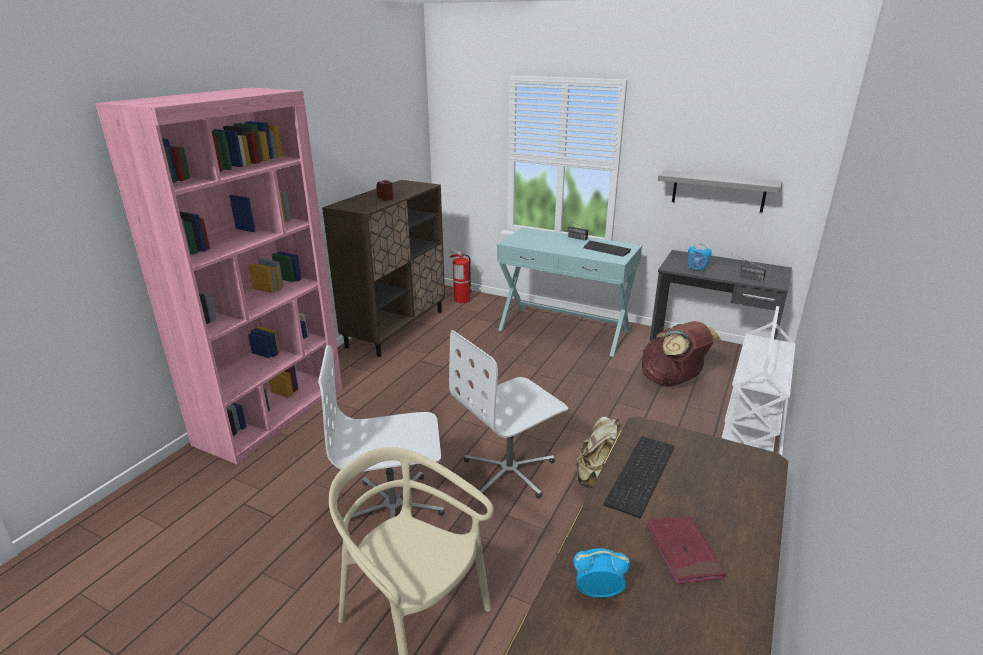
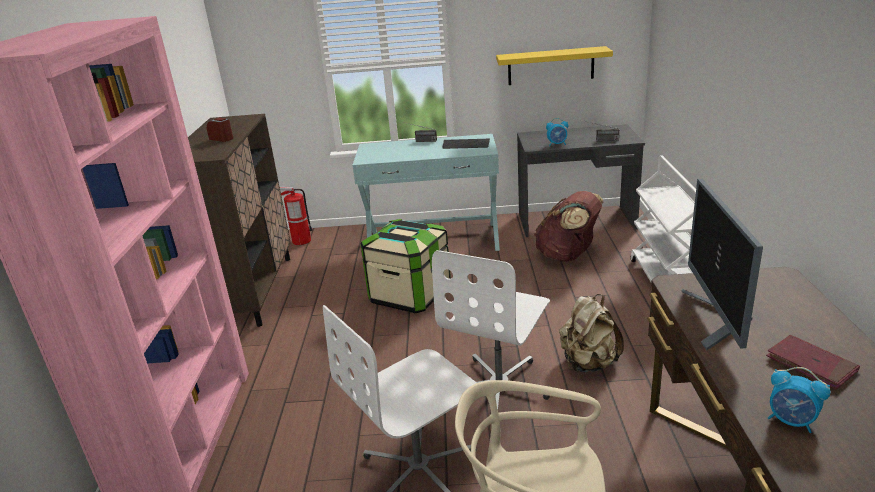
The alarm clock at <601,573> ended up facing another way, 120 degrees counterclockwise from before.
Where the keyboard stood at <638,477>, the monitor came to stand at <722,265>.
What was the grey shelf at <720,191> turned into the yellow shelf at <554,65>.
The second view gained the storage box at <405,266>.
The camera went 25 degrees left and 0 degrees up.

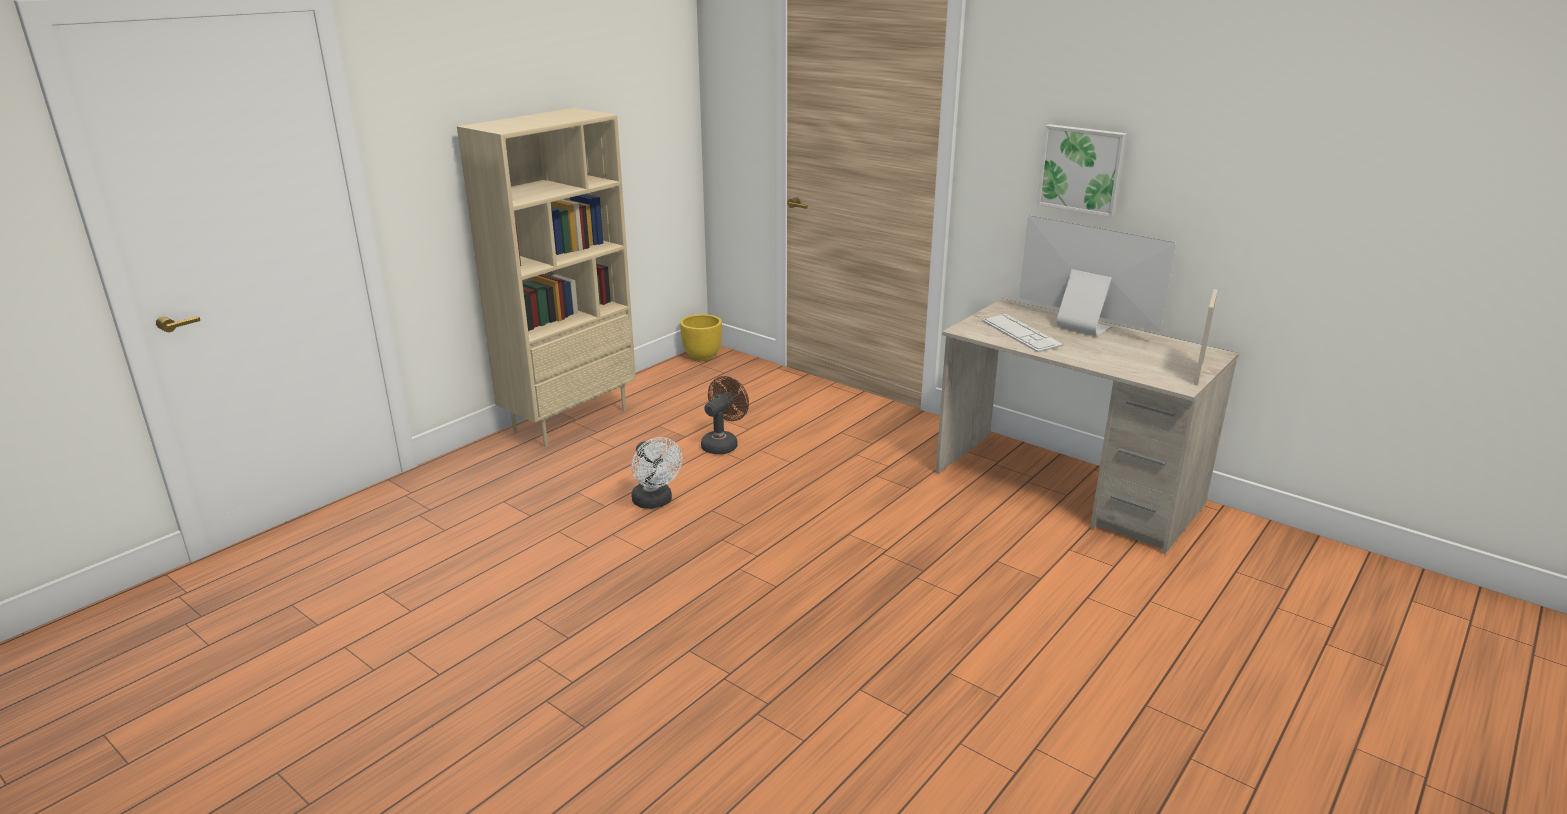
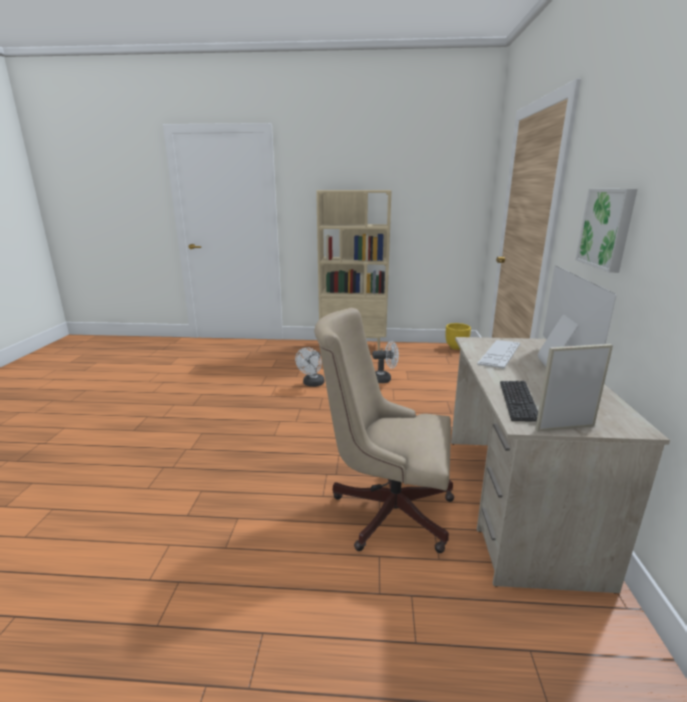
What was the brown fan at <725,415> turned into the white fan at <385,362>.
The second view gained the beige office chair at <384,430>.
The second view gained the keyboard at <519,401>.
The camera went 55 degrees right and 5 degrees down.

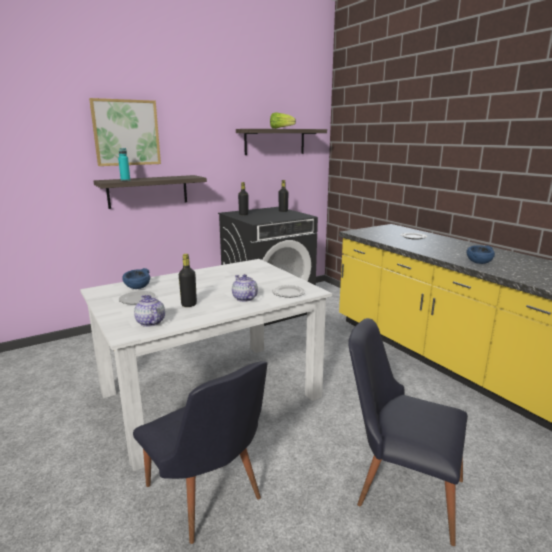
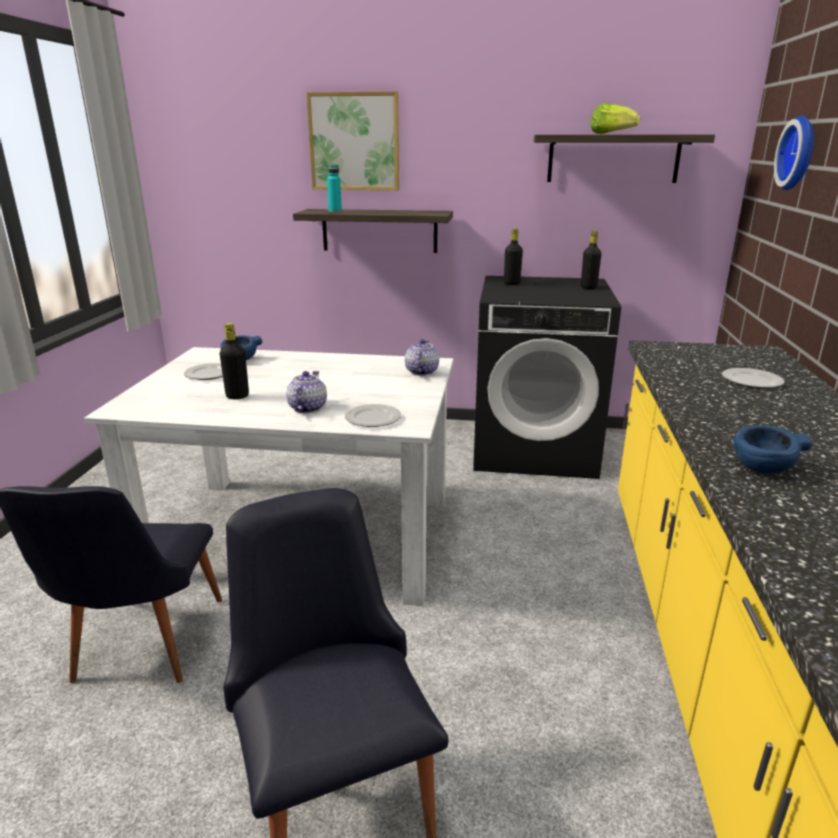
The teapot ended up elsewhere, having gone from <149,311> to <422,357>.
The second view gained the wall clock at <794,152>.
The camera went 40 degrees right and 5 degrees up.

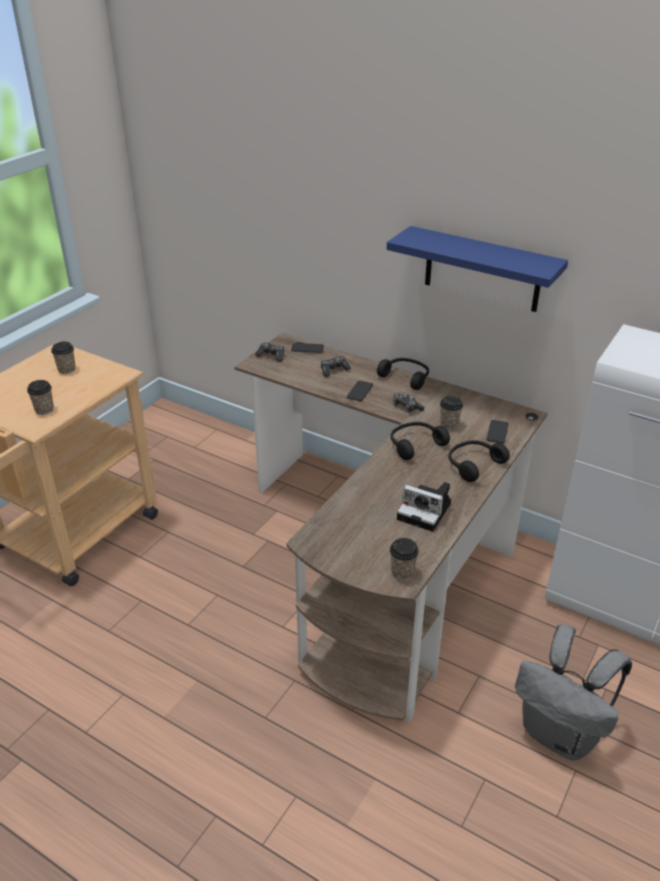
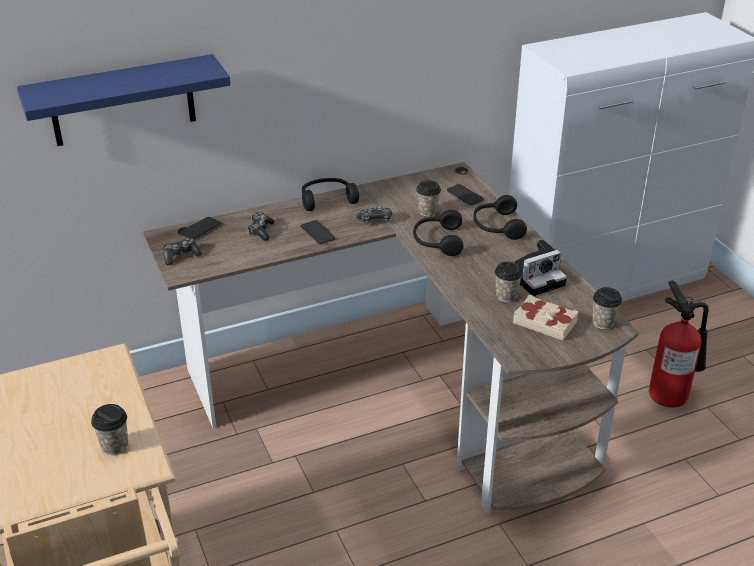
The cup ended up elsewhere, having gone from <63,358> to <509,281>.
The blue shelf ended up elsewhere, having gone from <477,269> to <123,100>.
Where the grey backpack stood at <573,692>, the fire extinguisher came to stand at <679,344>.
The second view gained the beige book at <546,317>.
The camera went 55 degrees left and 0 degrees up.

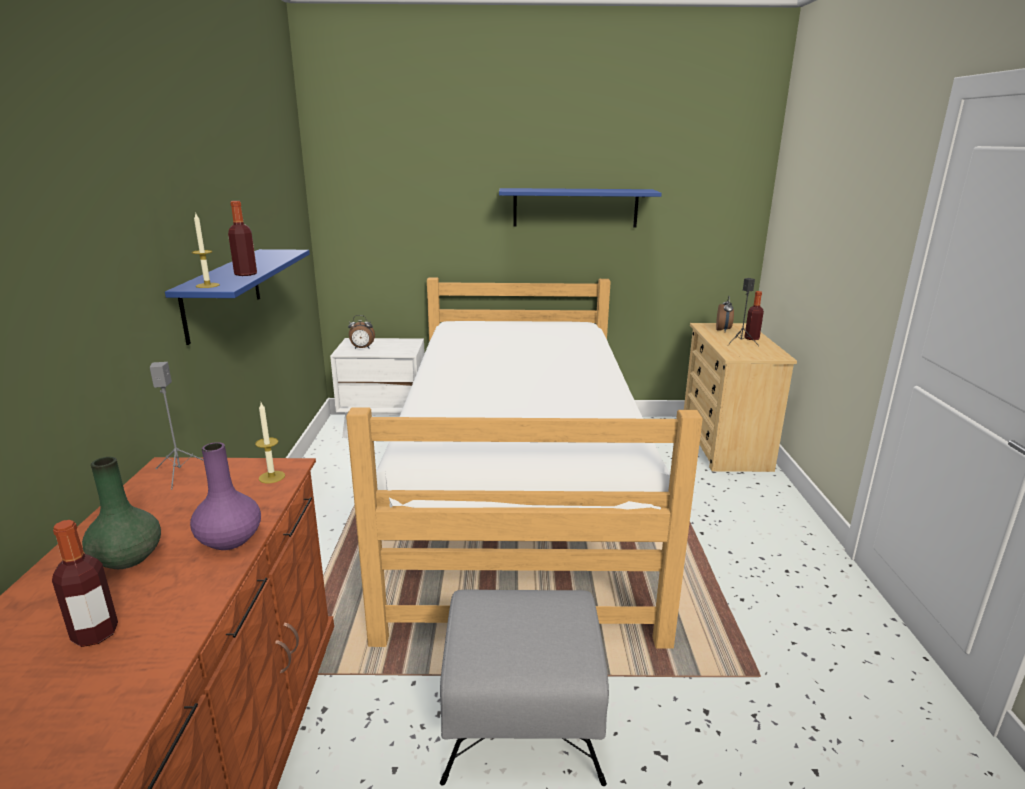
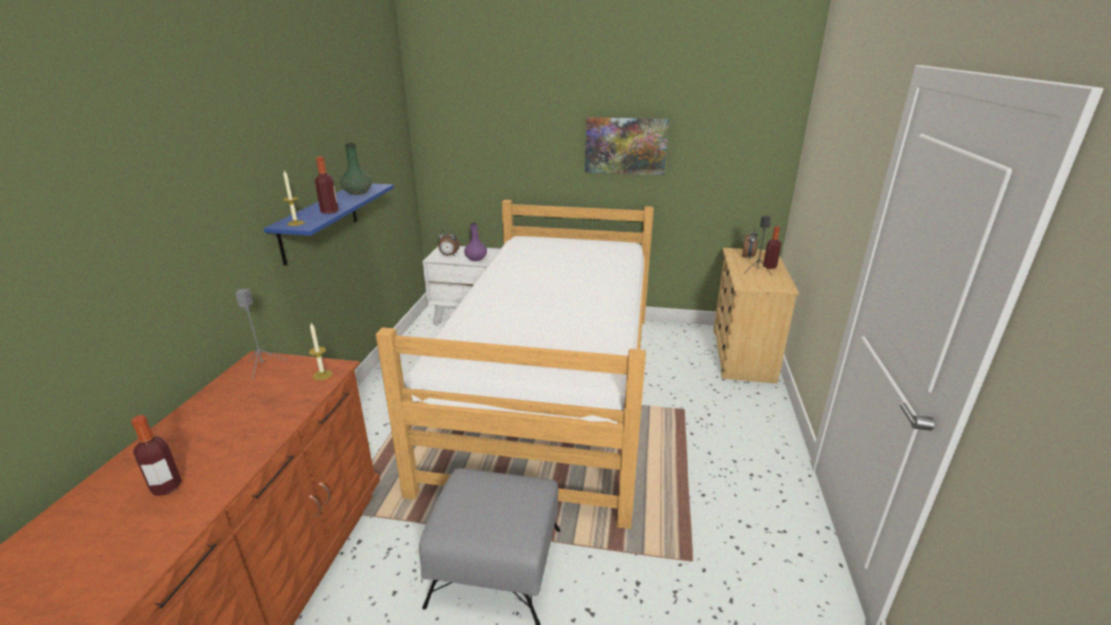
The green vase ended up elsewhere, having gone from <121,513> to <356,169>.
The purple vase ended up elsewhere, having gone from <225,496> to <475,242>.
Where the blue shelf hung at <580,207>, the picture came to hang at <627,146>.
The camera went 10 degrees right and 5 degrees up.

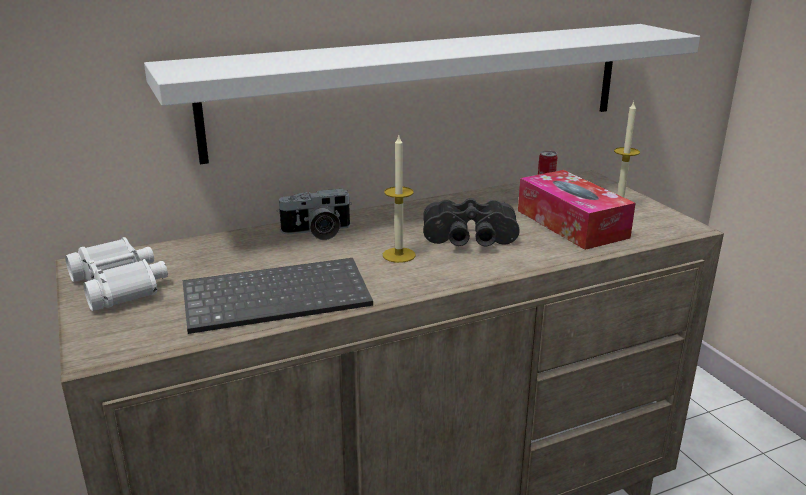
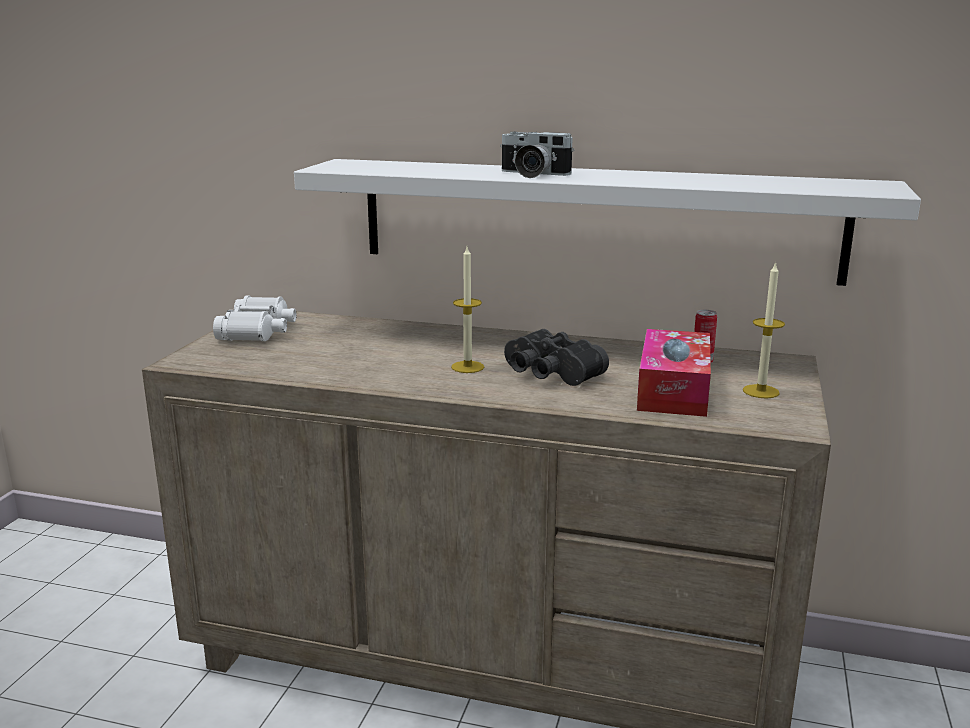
The second view lost the keyboard at <278,296>.
The photo camera ended up elsewhere, having gone from <314,214> to <537,154>.
The camera went 40 degrees right and 5 degrees down.

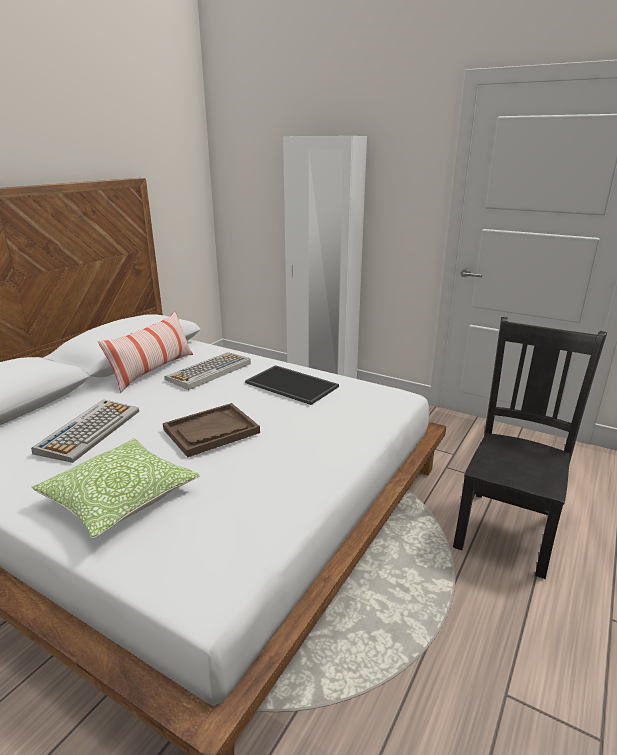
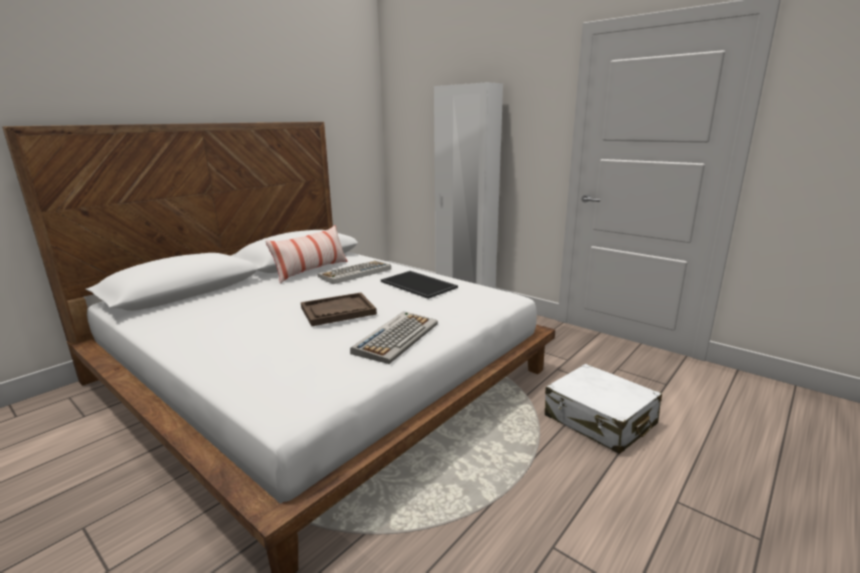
The keyboard ended up elsewhere, having gone from <85,431> to <394,337>.
The second view lost the pillow at <116,488>.
Where the black chair stood at <530,448>, the white suitcase came to stand at <603,409>.
The camera went 10 degrees right and 5 degrees down.

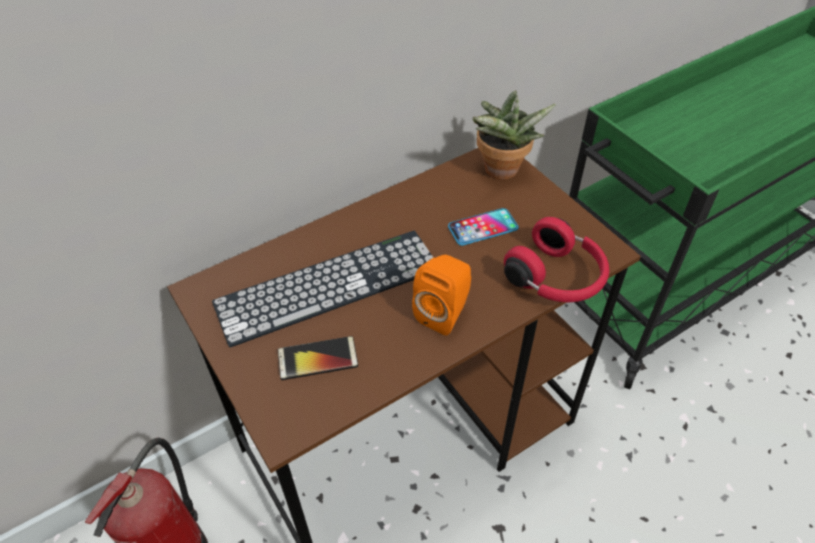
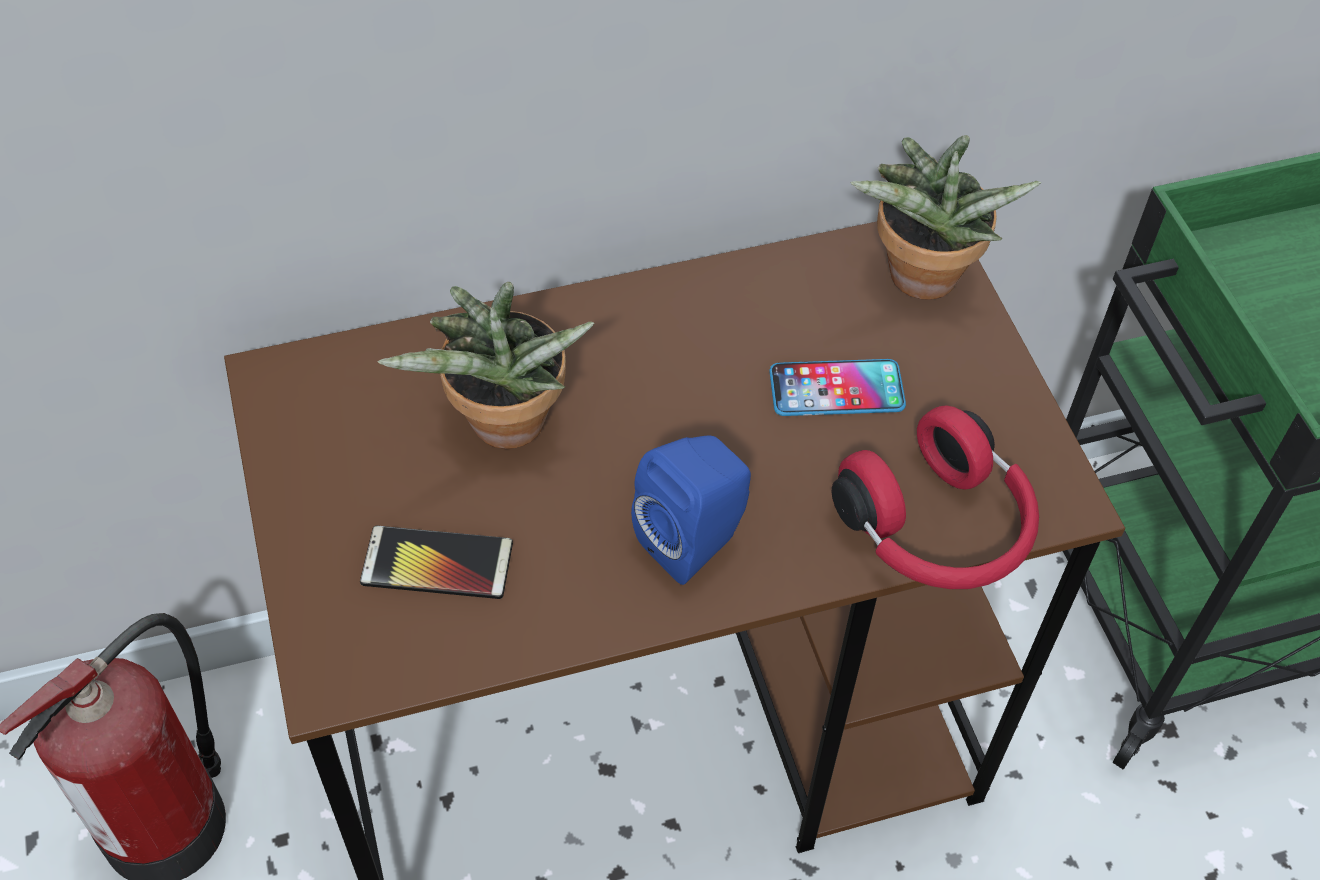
Where the keyboard stood at <323,289>, the potted plant came to stand at <485,365>.
What was the orange speaker at <441,295> turned into the blue speaker at <691,510>.
The camera went 15 degrees right and 5 degrees up.

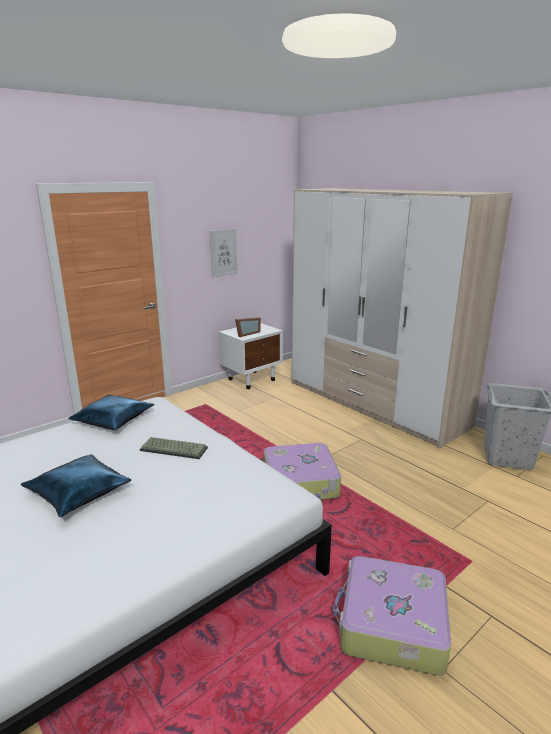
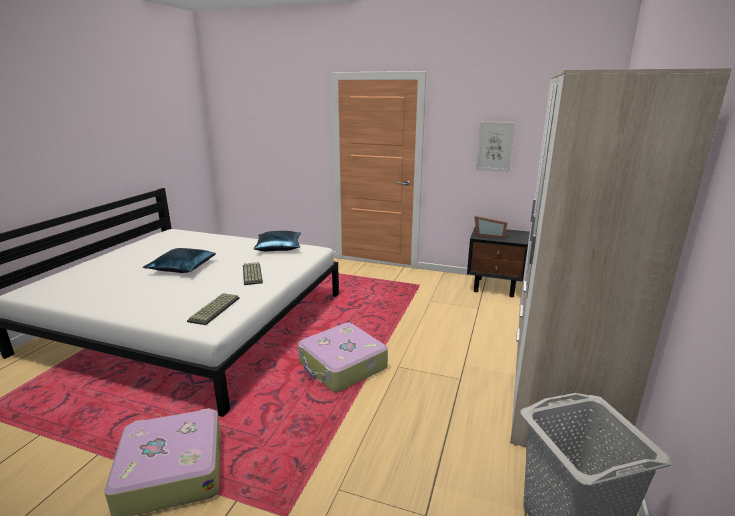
What was the white nightstand at <251,356> turned into the black nightstand at <498,261>.
The second view gained the keyboard at <213,309>.
The camera went 60 degrees right and 0 degrees up.

